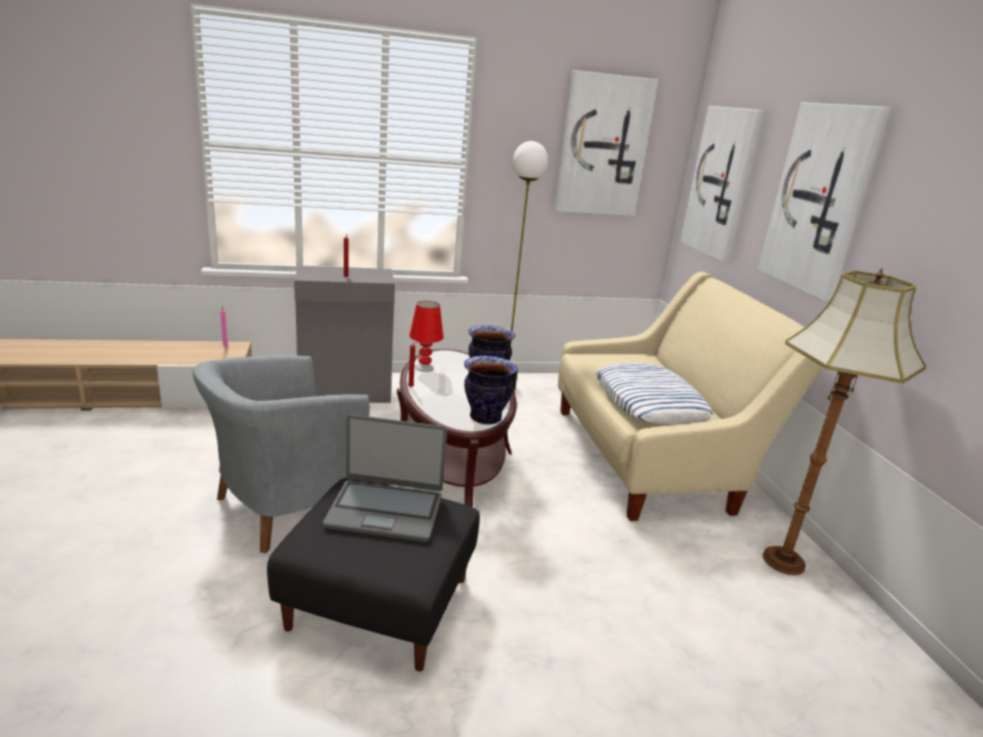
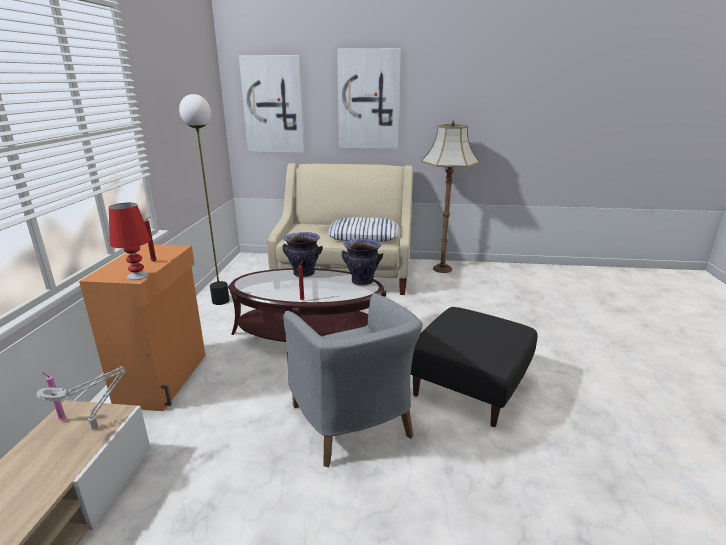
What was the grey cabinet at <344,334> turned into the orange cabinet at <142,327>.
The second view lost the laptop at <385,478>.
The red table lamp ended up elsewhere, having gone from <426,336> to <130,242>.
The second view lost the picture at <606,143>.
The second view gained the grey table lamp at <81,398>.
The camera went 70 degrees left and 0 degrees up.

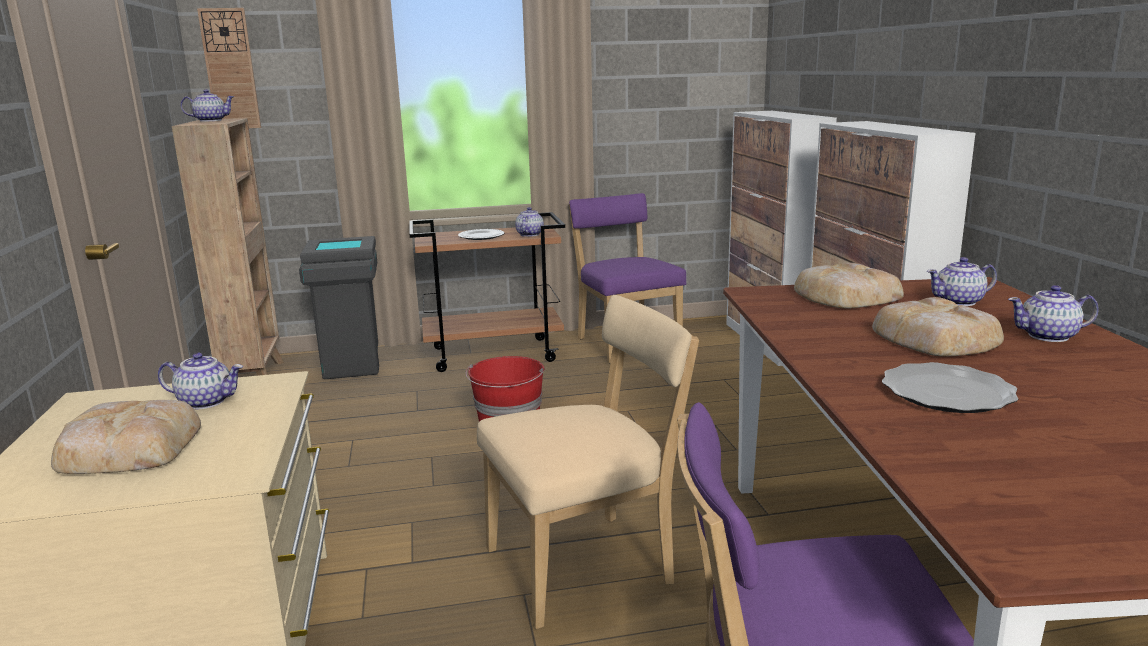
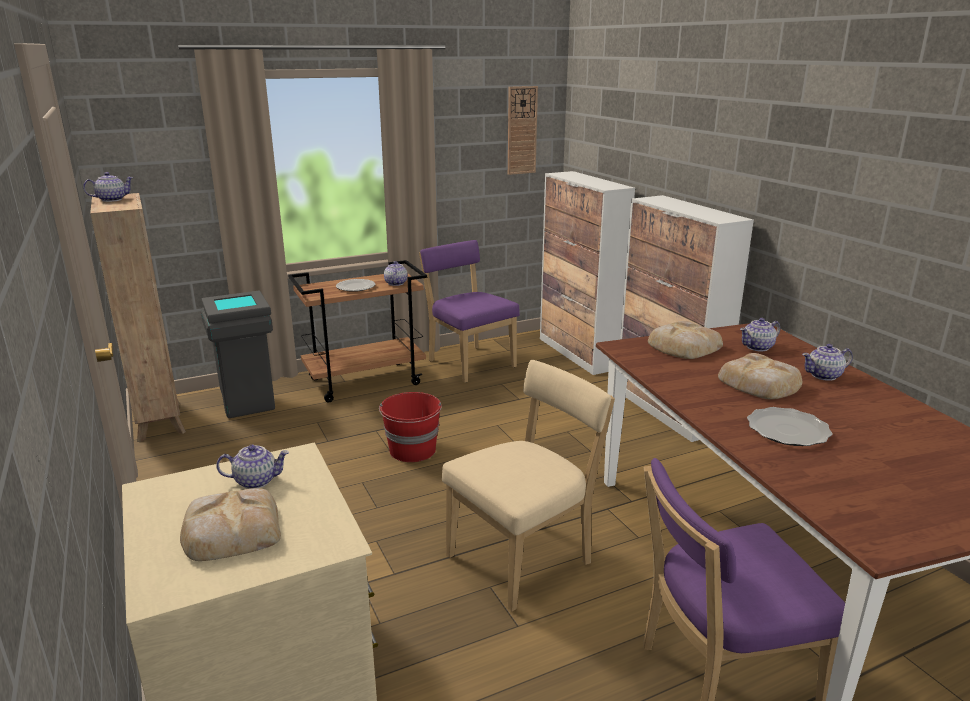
The wall clock ended up elsewhere, having gone from <229,68> to <523,130>.
The camera went 15 degrees left and 5 degrees up.

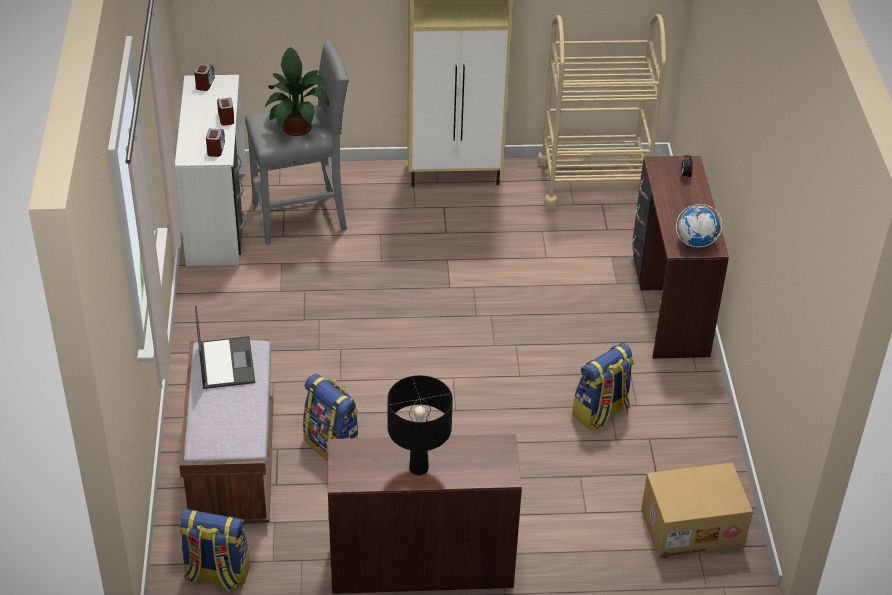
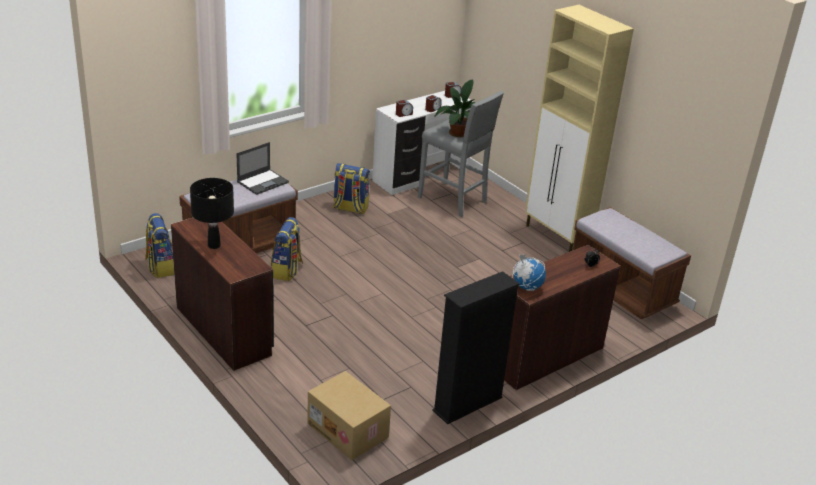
Where the beige cart stood at <601,111>, the brown bench came to stand at <631,263>.
The backpack ended up elsewhere, having gone from <603,387> to <351,188>.
The second view gained the black bookcase at <476,347>.
The camera went 55 degrees right and 10 degrees down.

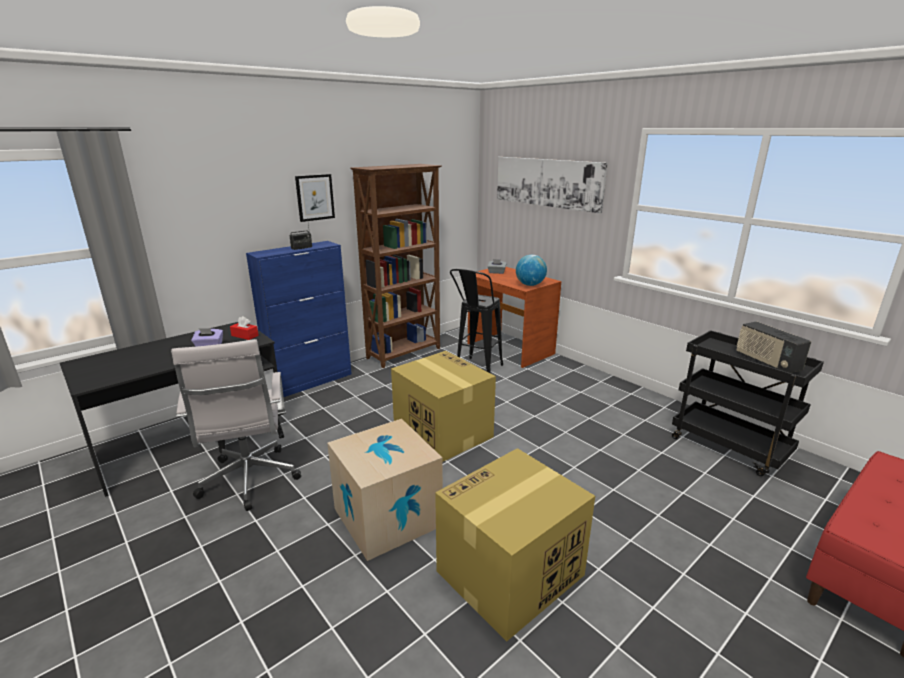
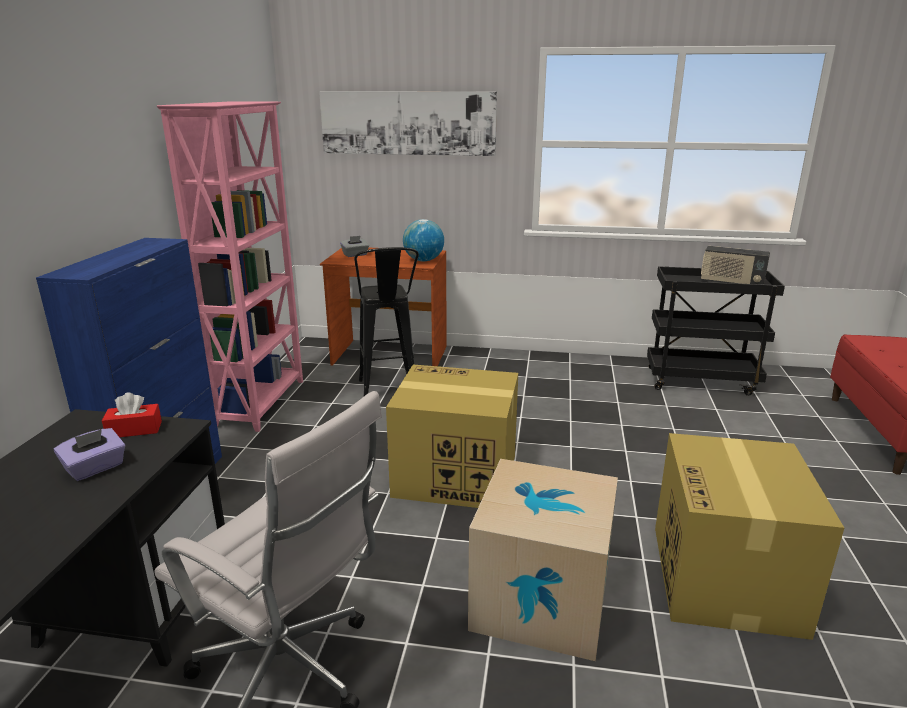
The second view lost the radio at <301,237>.
The second view lost the picture at <315,198>.
What was the brown bookcase at <396,266> turned into the pink bookcase at <230,266>.
The camera went 40 degrees left and 0 degrees up.

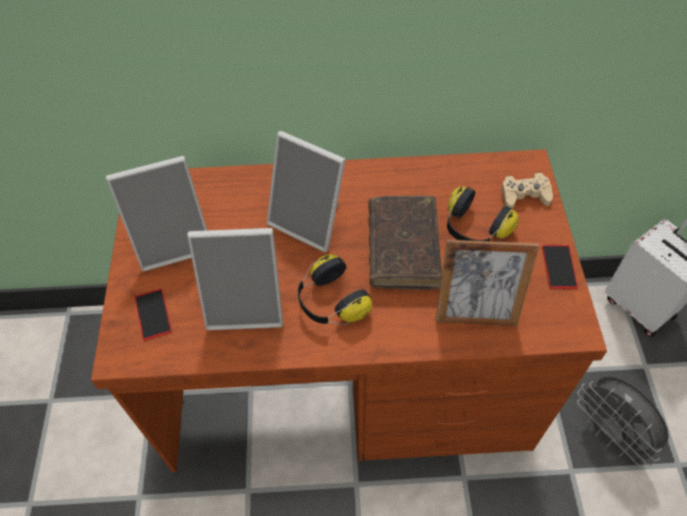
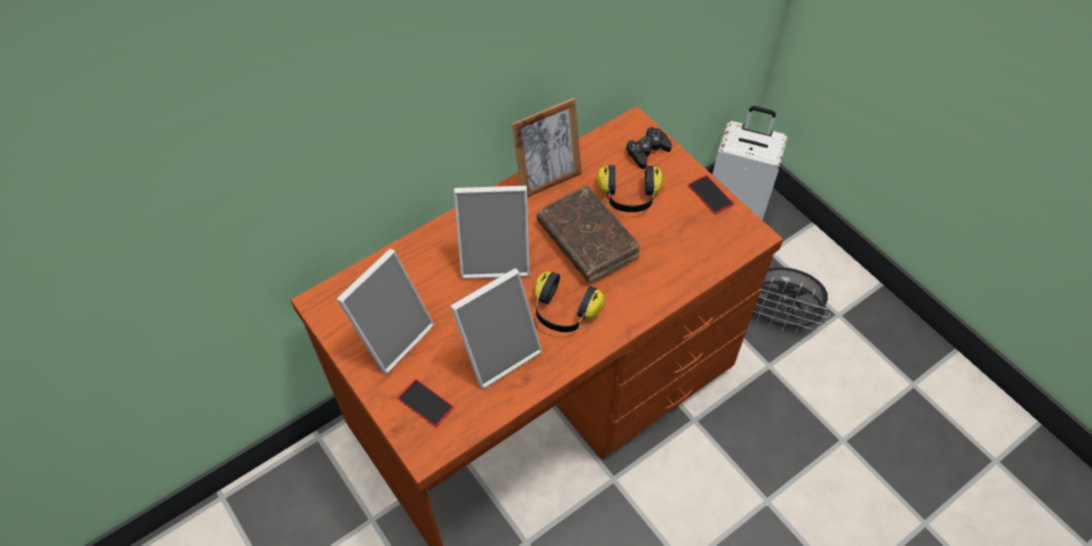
The picture frame ended up elsewhere, having gone from <487,283> to <546,148>.
What was the beige game controller at <527,190> turned into the black game controller at <649,148>.
The camera went 35 degrees left and 0 degrees up.

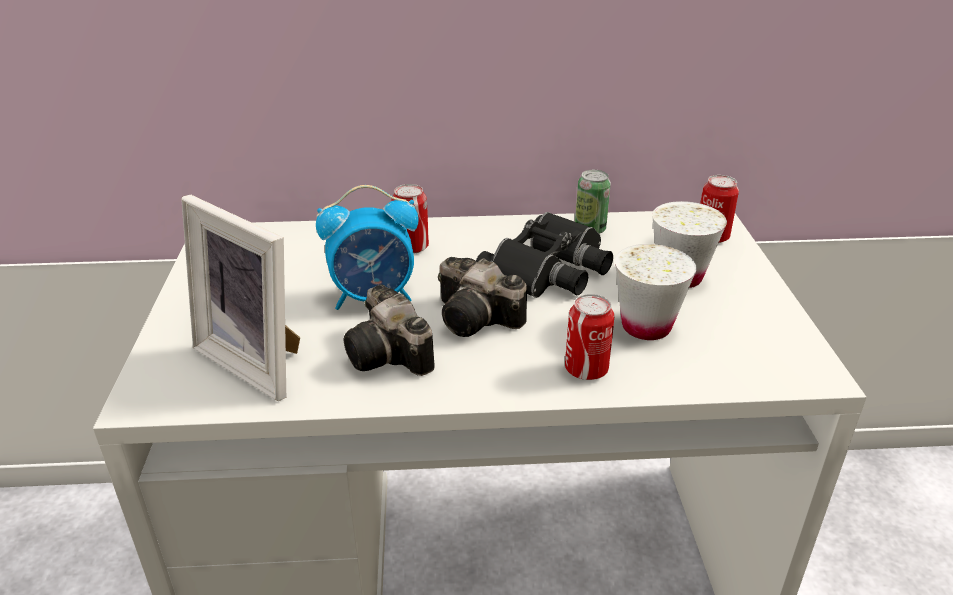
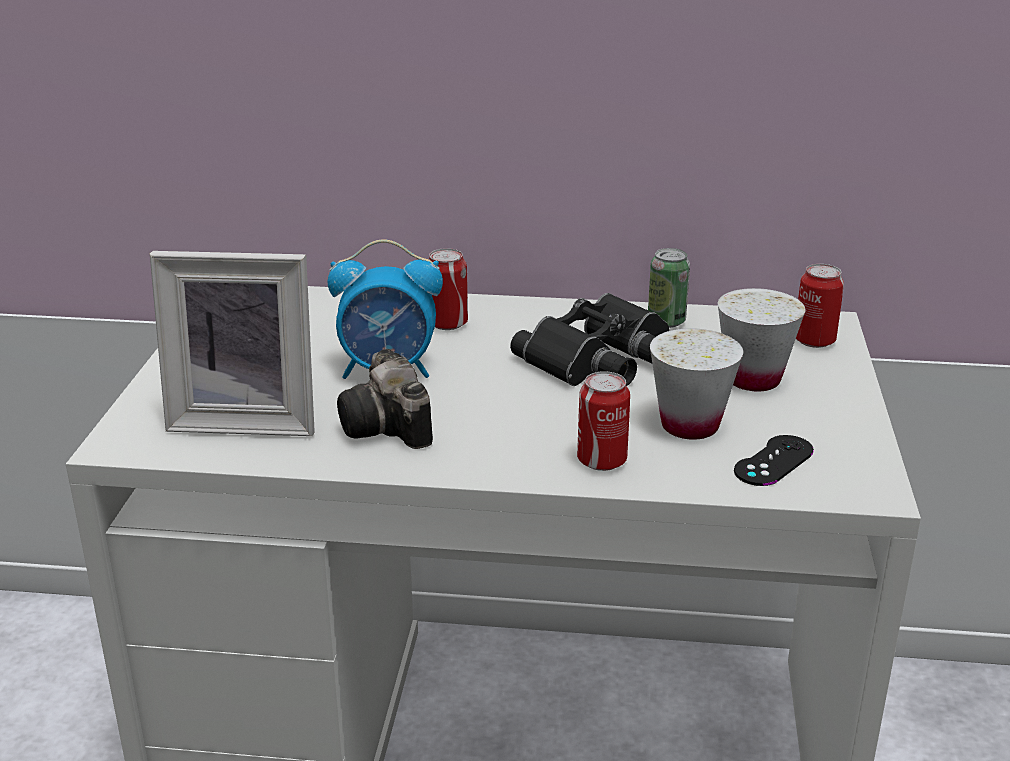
The picture frame at <240,298> ended up facing another way, 45 degrees counterclockwise from before.
The second view lost the photo camera at <482,297>.
The second view gained the black game controller at <774,460>.
The camera went 10 degrees right and 5 degrees down.

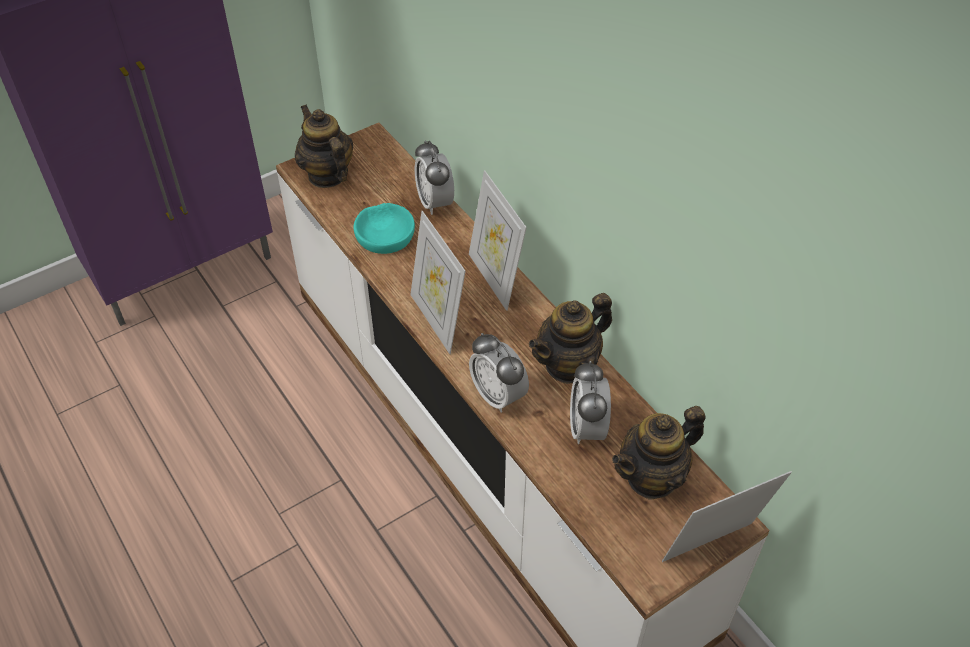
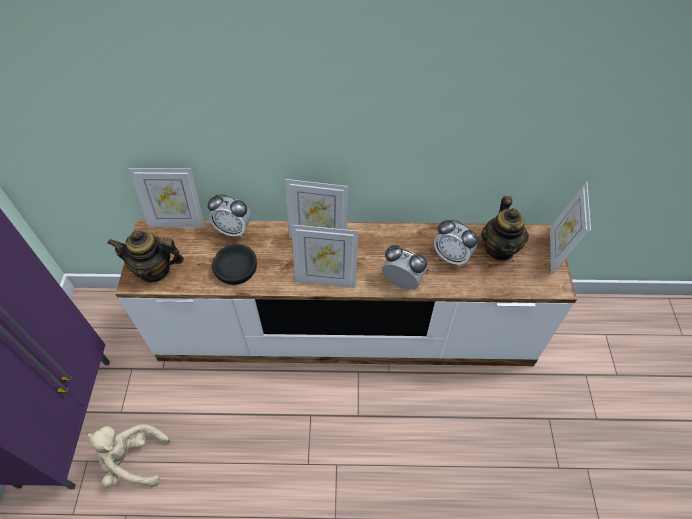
What was the turquoise bowl at <384,228> turned into the black bowl at <234,264>.
The alarm clock at <499,373> ended up facing another way, 150 degrees counterclockwise from before.
The second view lost the teapot at <570,338>.
The second view gained the beige plush toy at <129,456>.
The second view gained the picture frame at <167,197>.
The camera went 55 degrees left and 5 degrees up.

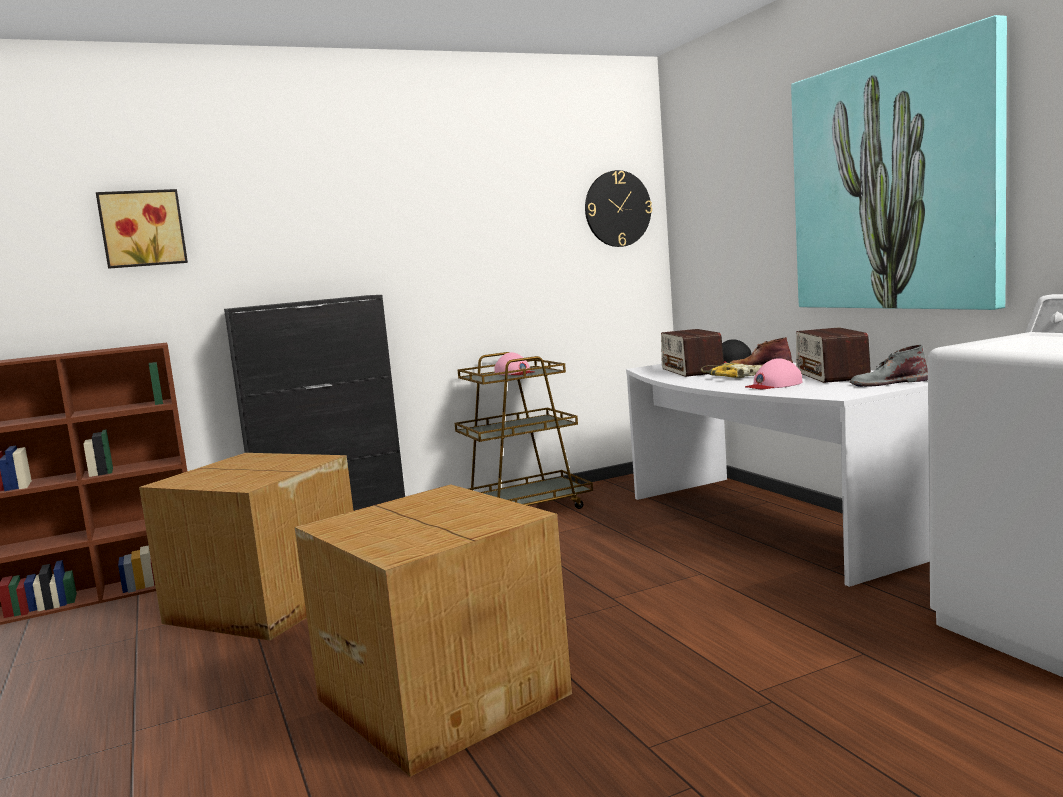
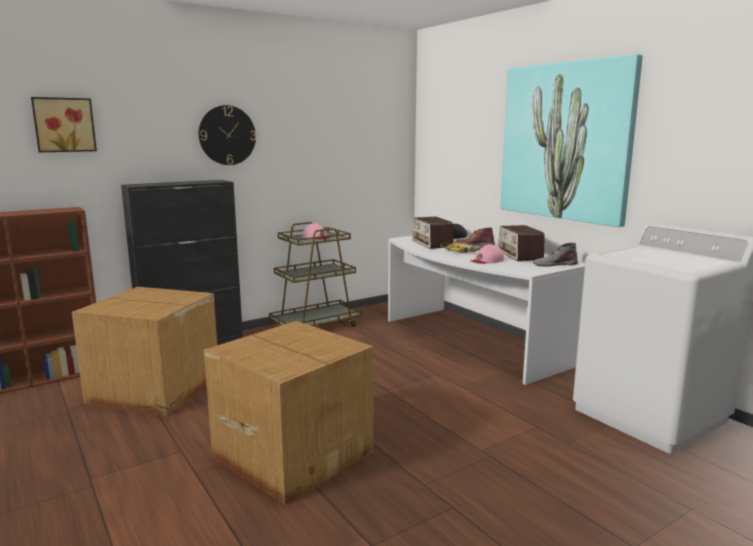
The wall clock ended up elsewhere, having gone from <618,208> to <227,135>.
The camera went 10 degrees left and 5 degrees up.

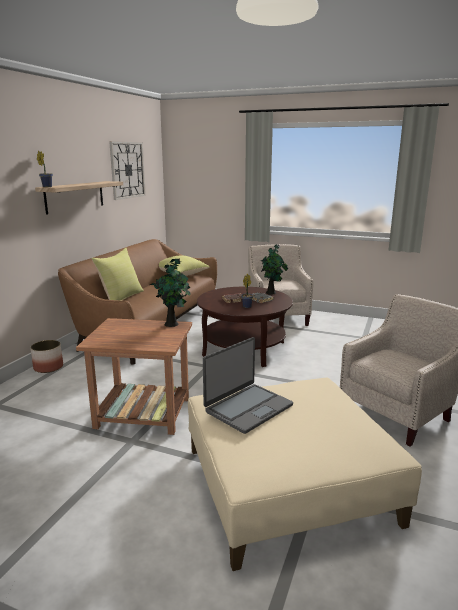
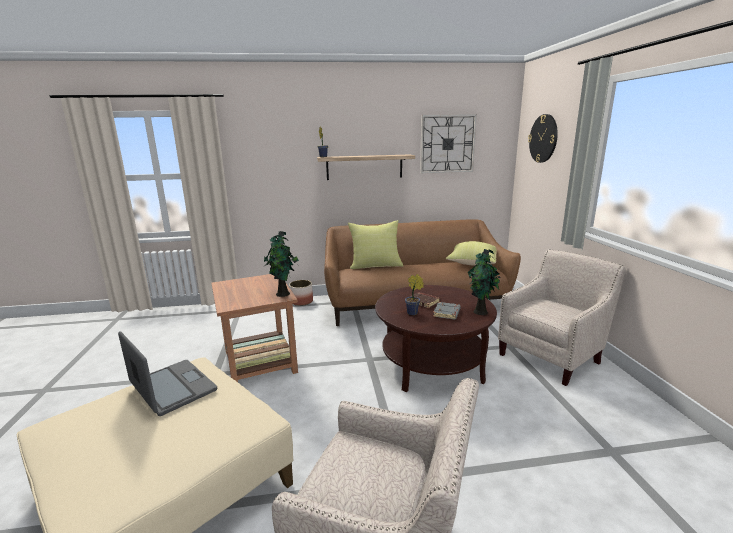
The laptop at <248,385> ended up facing another way, 150 degrees counterclockwise from before.
The second view gained the wall clock at <543,138>.
The camera went 60 degrees right and 0 degrees up.

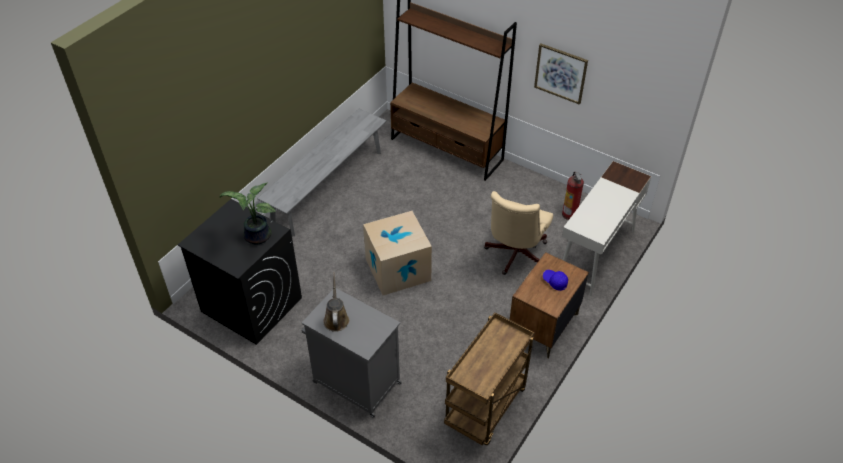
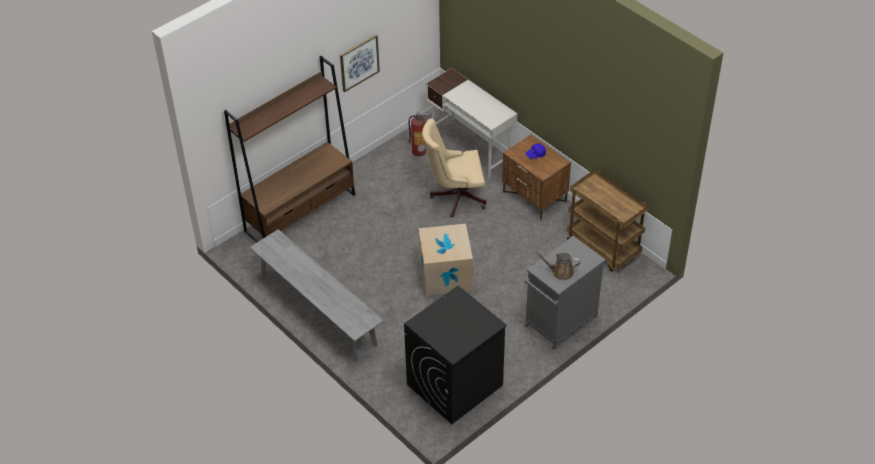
The second view lost the potted plant at <247,213>.
The beige office chair at <518,233> ended up facing another way, 135 degrees clockwise from before.
The camera went 75 degrees left and 0 degrees up.

